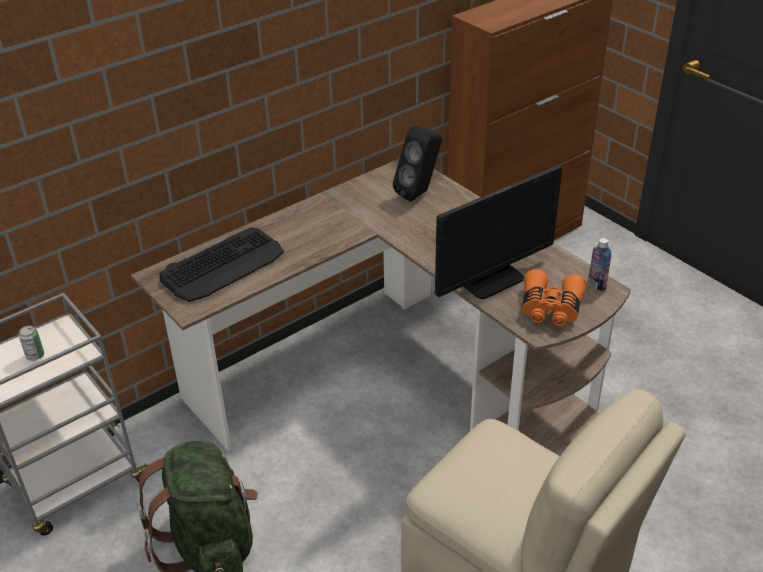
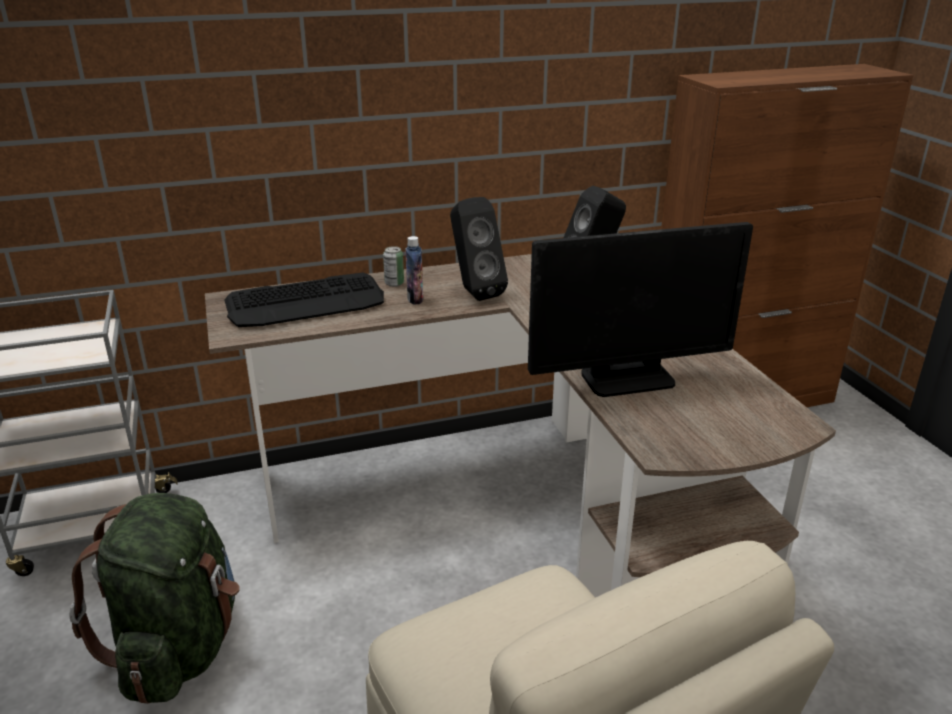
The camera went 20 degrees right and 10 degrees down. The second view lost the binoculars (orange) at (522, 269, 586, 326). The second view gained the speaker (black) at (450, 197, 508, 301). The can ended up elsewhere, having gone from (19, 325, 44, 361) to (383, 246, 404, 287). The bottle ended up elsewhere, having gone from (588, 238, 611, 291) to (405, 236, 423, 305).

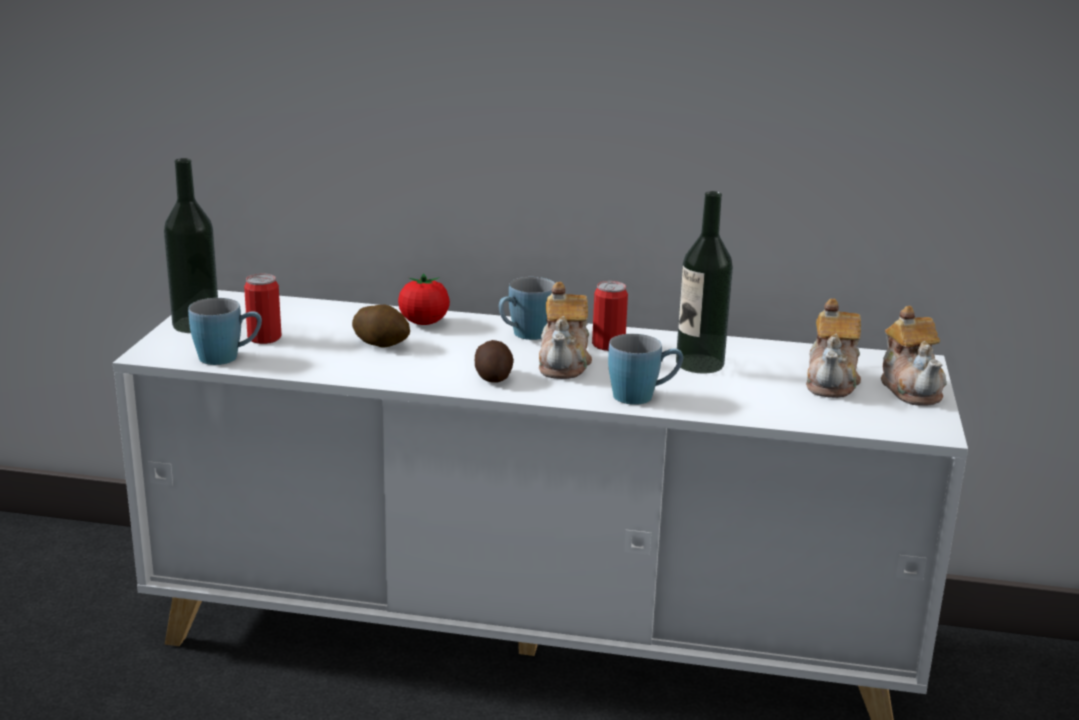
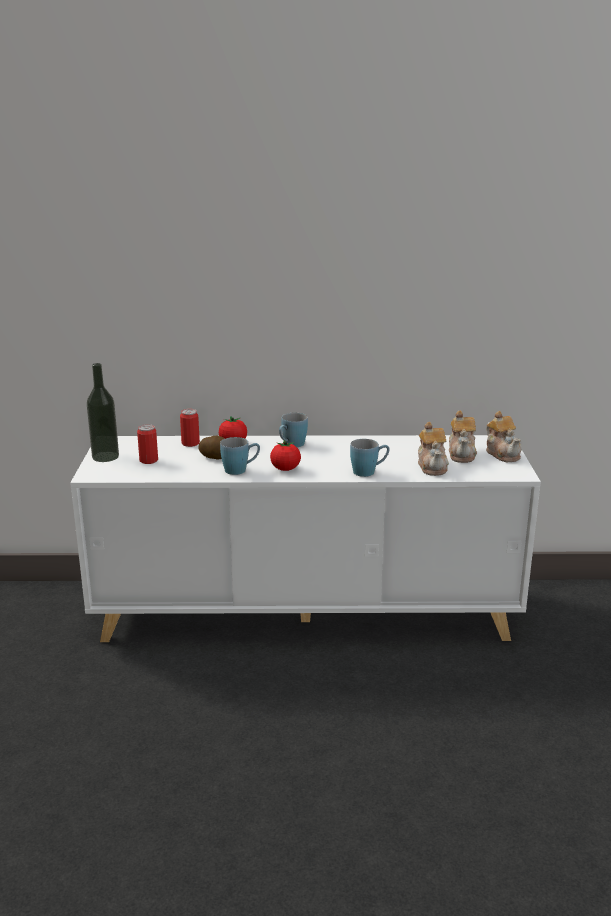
The camera went 10 degrees left and 0 degrees up. The second view lost the bottle at (676, 191, 733, 374). The mug (blue) ended up elsewhere, having gone from (188, 298, 262, 365) to (220, 437, 260, 475). The teapot ended up elsewhere, having gone from (539, 282, 592, 379) to (418, 422, 449, 476). The can ended up elsewhere, having gone from (592, 281, 628, 351) to (180, 409, 200, 447). Where the potato stood at (475, 340, 514, 383), the tomato came to stand at (270, 440, 301, 471).

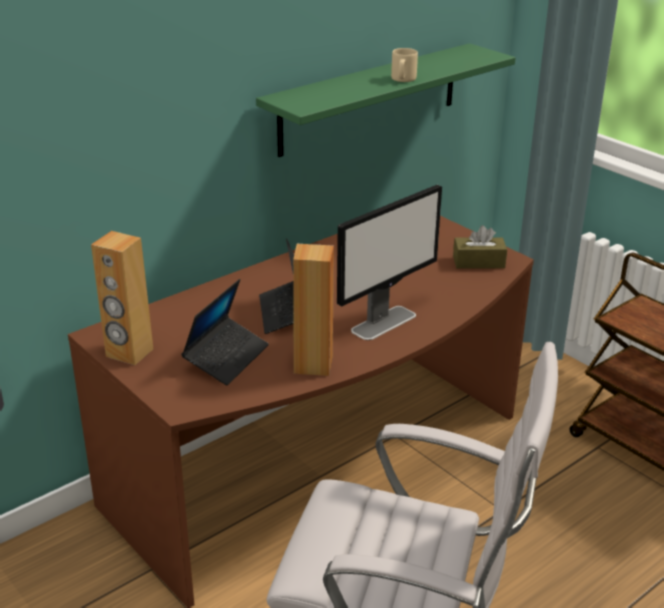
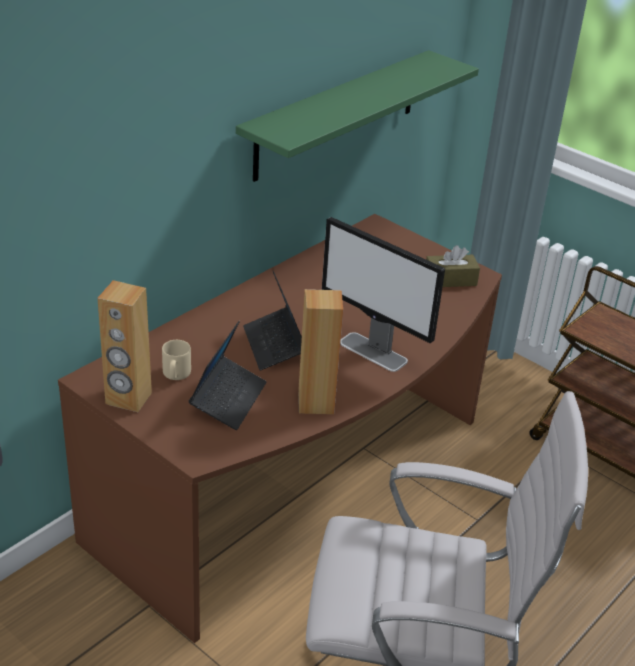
The camera went 10 degrees left and 5 degrees up. The mug (beige) ended up elsewhere, having gone from (391, 48, 418, 82) to (162, 340, 191, 380). The monitor at (337, 185, 442, 340) ended up facing another way, 90 degrees clockwise from before.

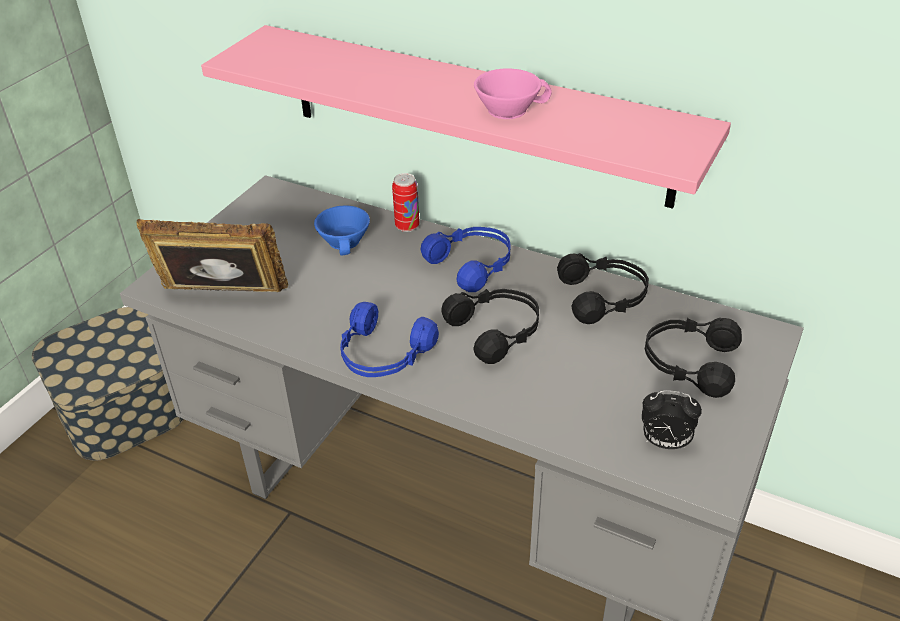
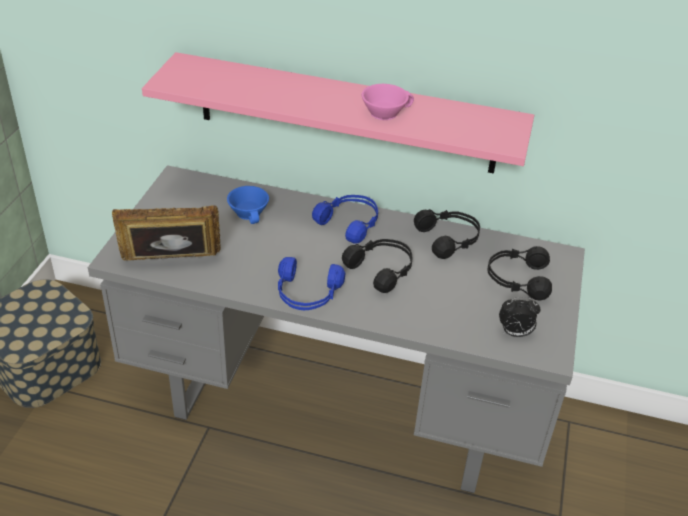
The camera went 15 degrees left and 0 degrees up. The second view lost the can at (392, 173, 419, 232).

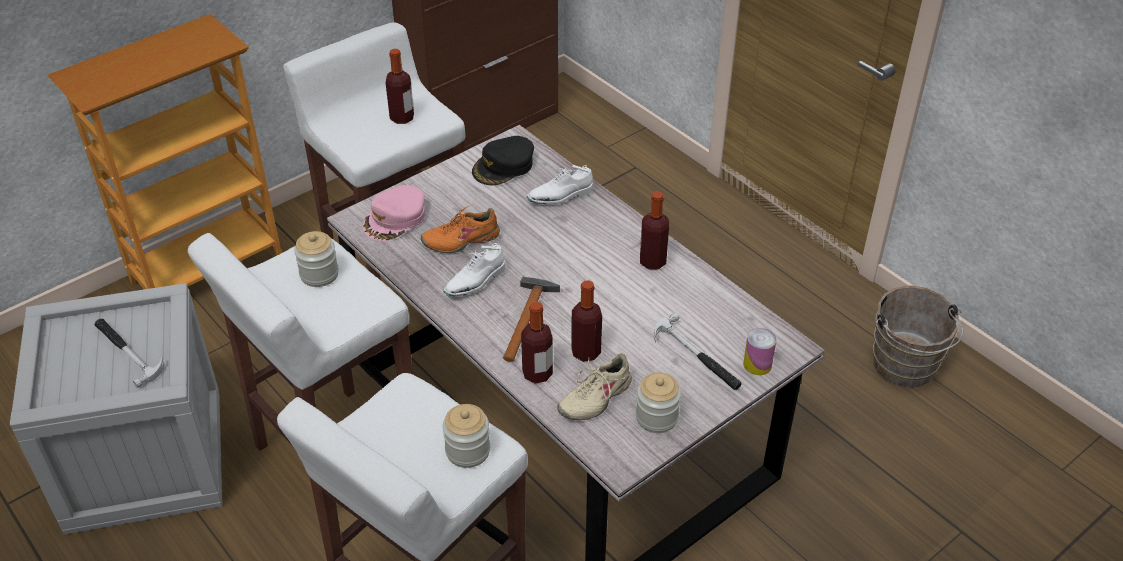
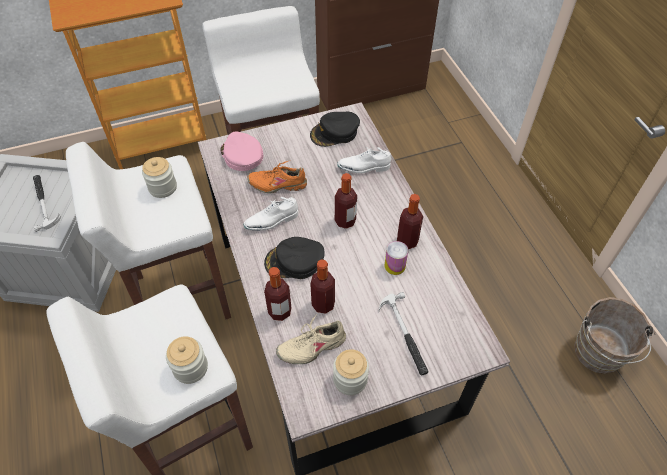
The camera went 20 degrees right and 10 degrees up. The bottle ended up elsewhere, having gone from (386, 49, 414, 124) to (335, 173, 357, 229). The can ended up elsewhere, having gone from (743, 328, 777, 375) to (385, 241, 408, 275). Where the hammer stood at (503, 277, 560, 362), the cap (black) came to stand at (264, 237, 325, 279). The cap (pink) at (362, 185, 425, 241) ended up facing another way, 90 degrees clockwise from before.

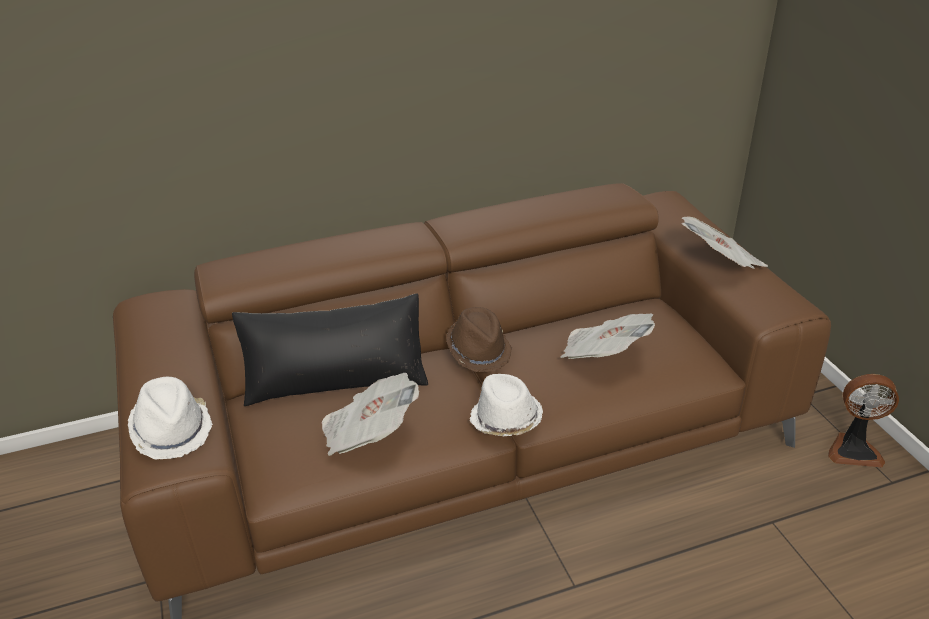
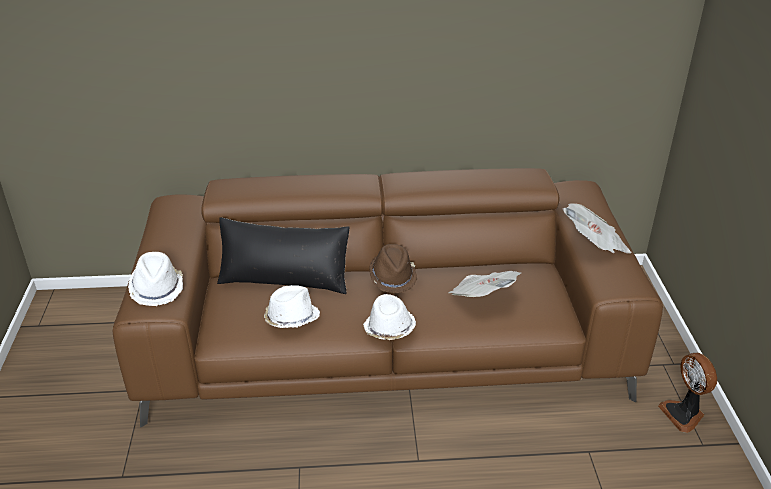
The camera went 15 degrees right and 0 degrees up. Where the newspaper stood at (322, 373, 419, 456), the hat (white) came to stand at (264, 285, 320, 328). The fan at (828, 374, 899, 467) ended up facing another way, 45 degrees clockwise from before.

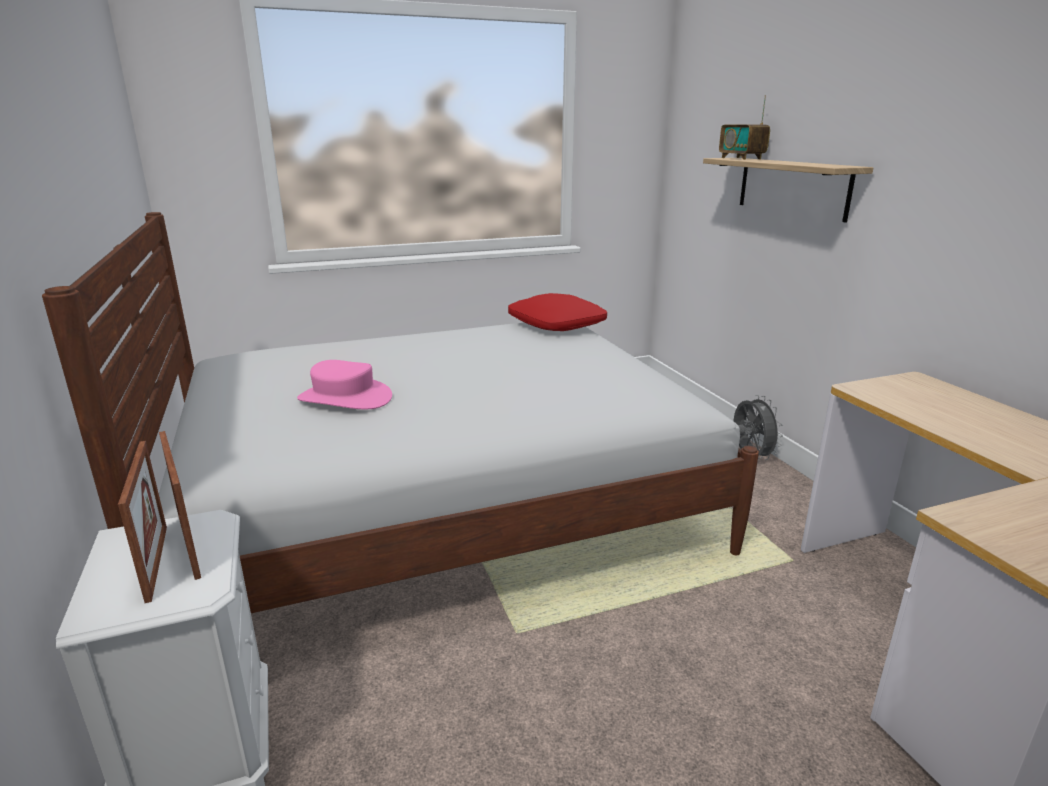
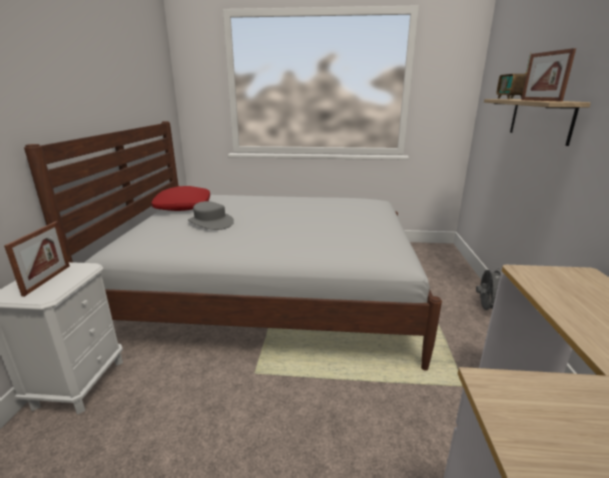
The camera went 25 degrees right and 0 degrees up. The picture frame ended up elsewhere, having gone from (159, 431, 201, 580) to (521, 48, 576, 101). The pillow (red) ended up elsewhere, having gone from (508, 293, 607, 331) to (152, 186, 210, 211). What was the hat (pink) at (297, 360, 392, 409) turned into the hat (grey) at (188, 201, 234, 230).

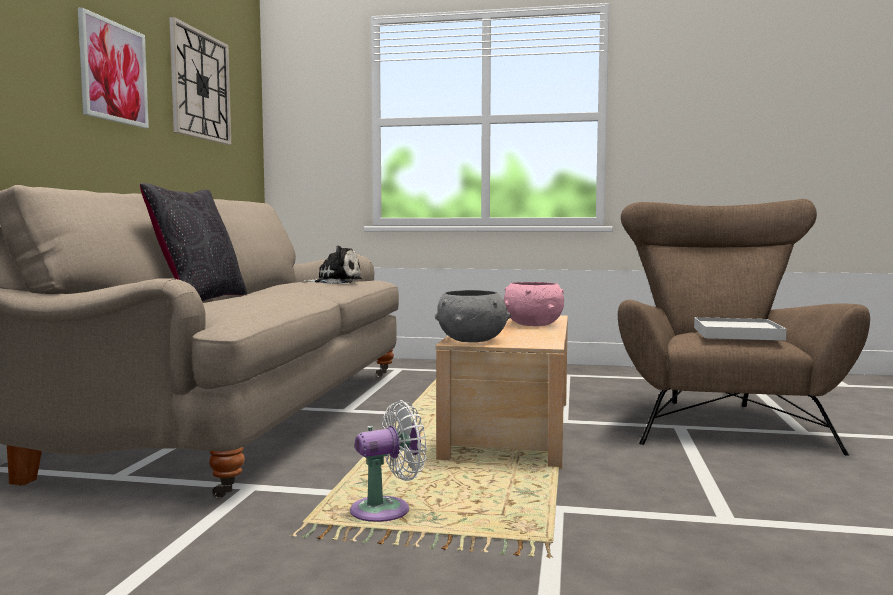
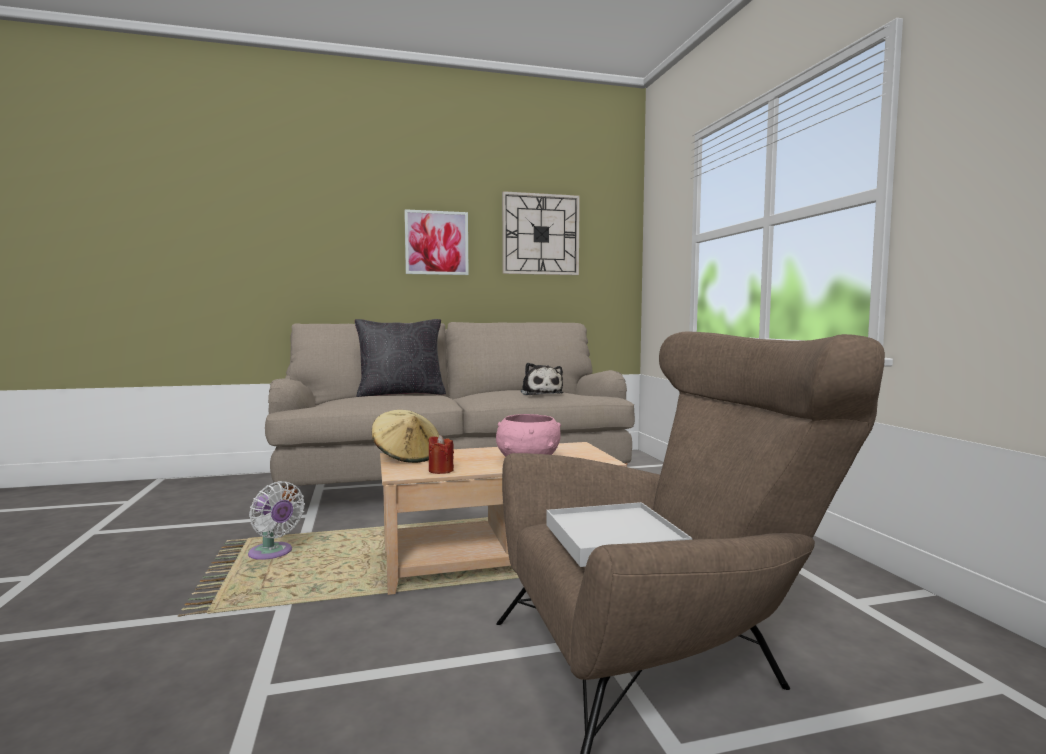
The camera went 65 degrees right and 0 degrees up. The second view gained the candle (red) at (428, 435, 454, 474). Where the bowl (grey) stood at (435, 290, 511, 342), the hat (beige) came to stand at (372, 410, 439, 463).

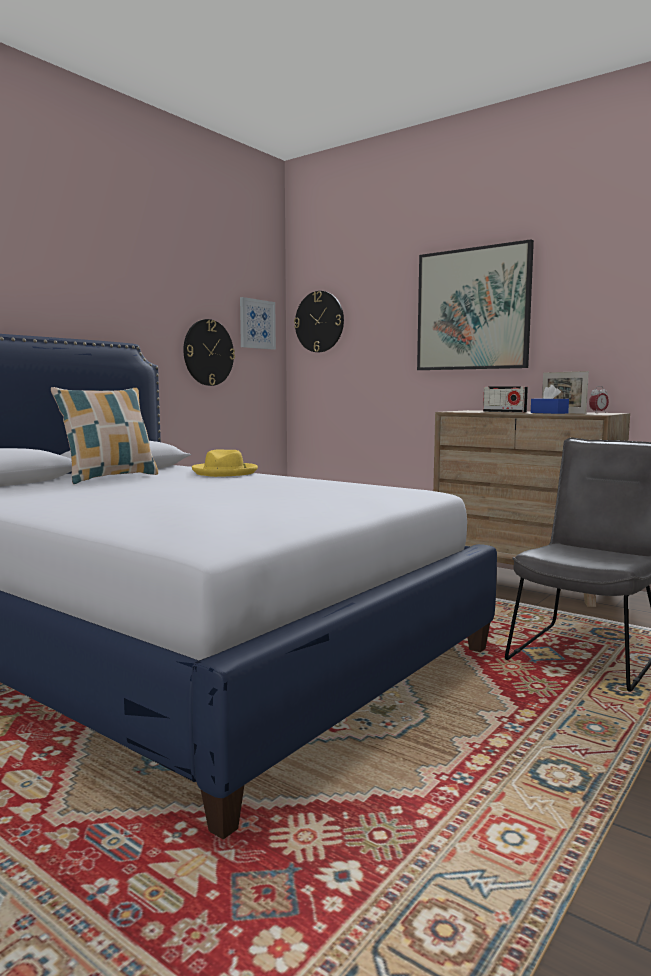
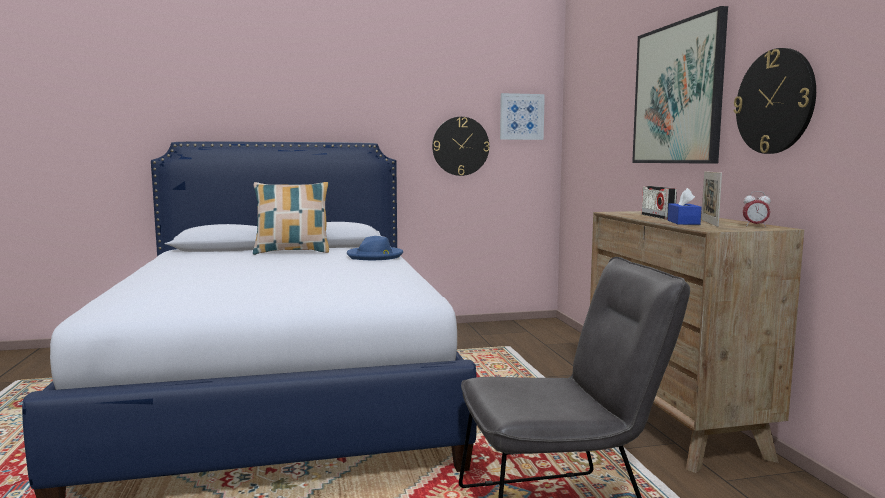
The camera went 40 degrees right and 0 degrees up. The wall clock ended up elsewhere, having gone from (294, 291, 344, 352) to (734, 48, 816, 154). What was the hat (yellow) at (192, 449, 258, 477) turned into the hat (blue) at (347, 236, 403, 260).

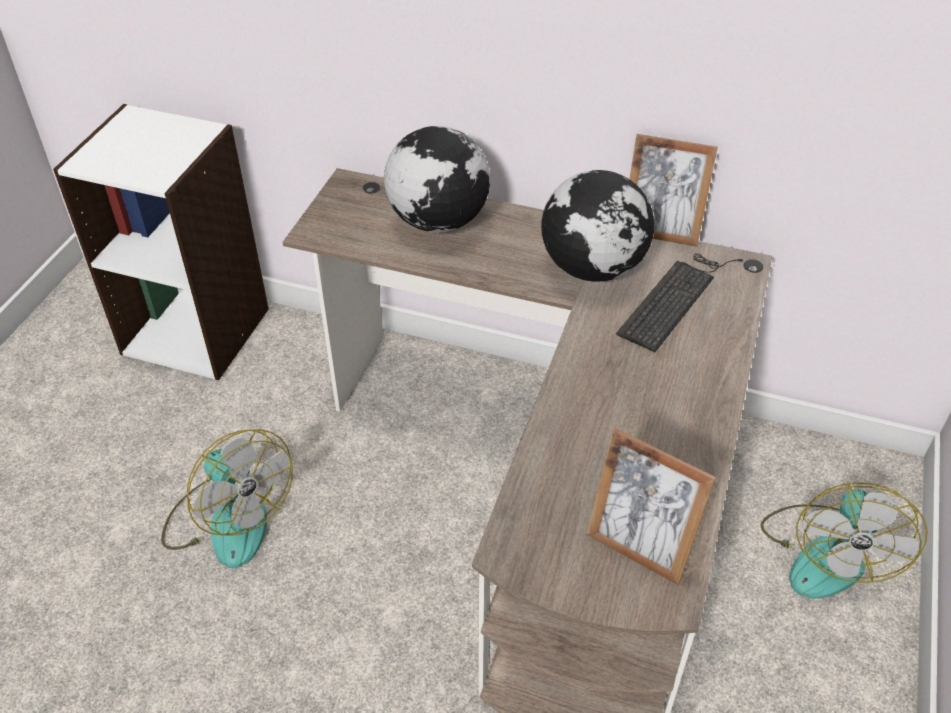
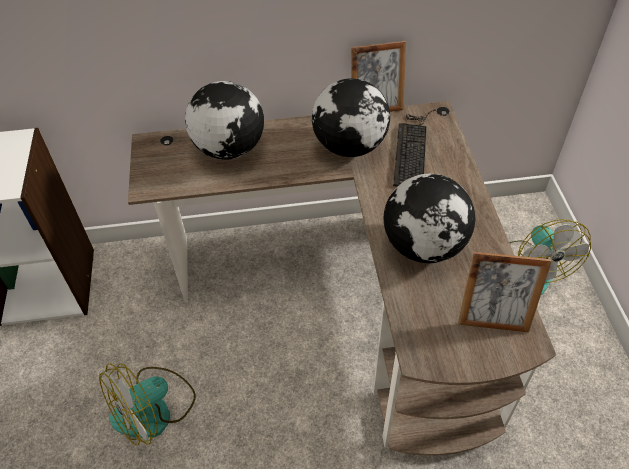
The camera went 25 degrees left and 5 degrees up. The second view gained the globe at (384, 174, 475, 263). The fan at (161, 429, 293, 568) ended up facing another way, 120 degrees clockwise from before.

